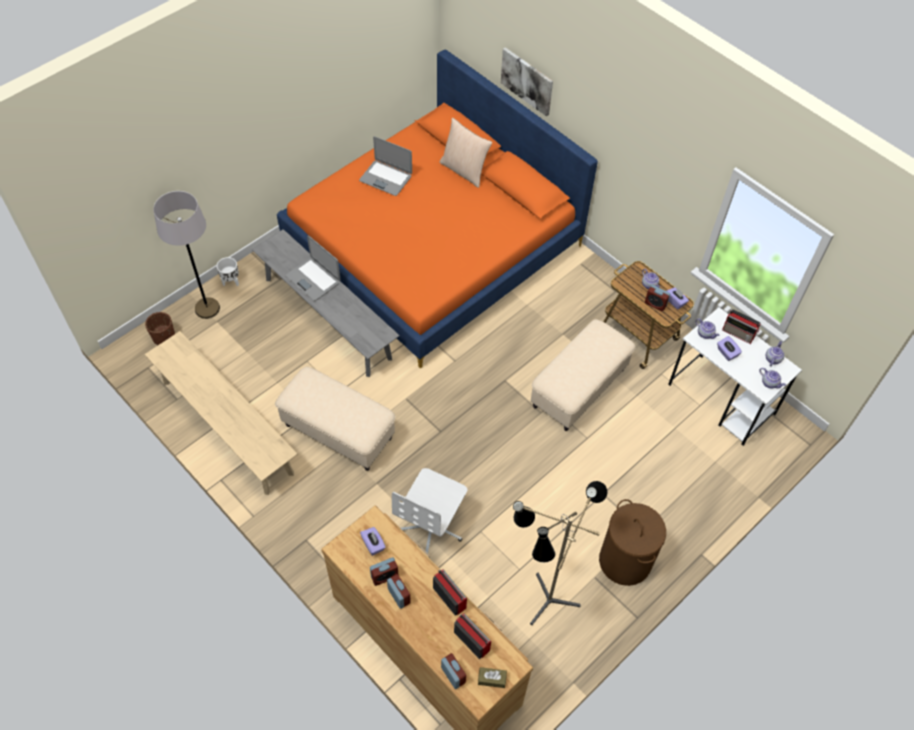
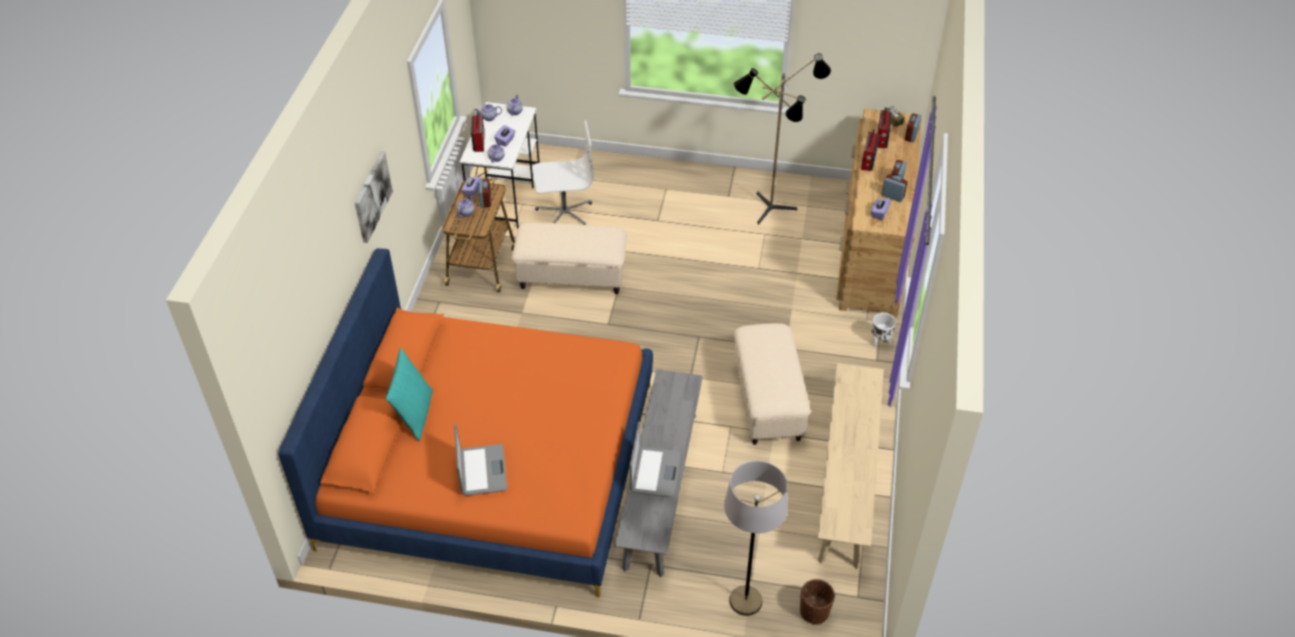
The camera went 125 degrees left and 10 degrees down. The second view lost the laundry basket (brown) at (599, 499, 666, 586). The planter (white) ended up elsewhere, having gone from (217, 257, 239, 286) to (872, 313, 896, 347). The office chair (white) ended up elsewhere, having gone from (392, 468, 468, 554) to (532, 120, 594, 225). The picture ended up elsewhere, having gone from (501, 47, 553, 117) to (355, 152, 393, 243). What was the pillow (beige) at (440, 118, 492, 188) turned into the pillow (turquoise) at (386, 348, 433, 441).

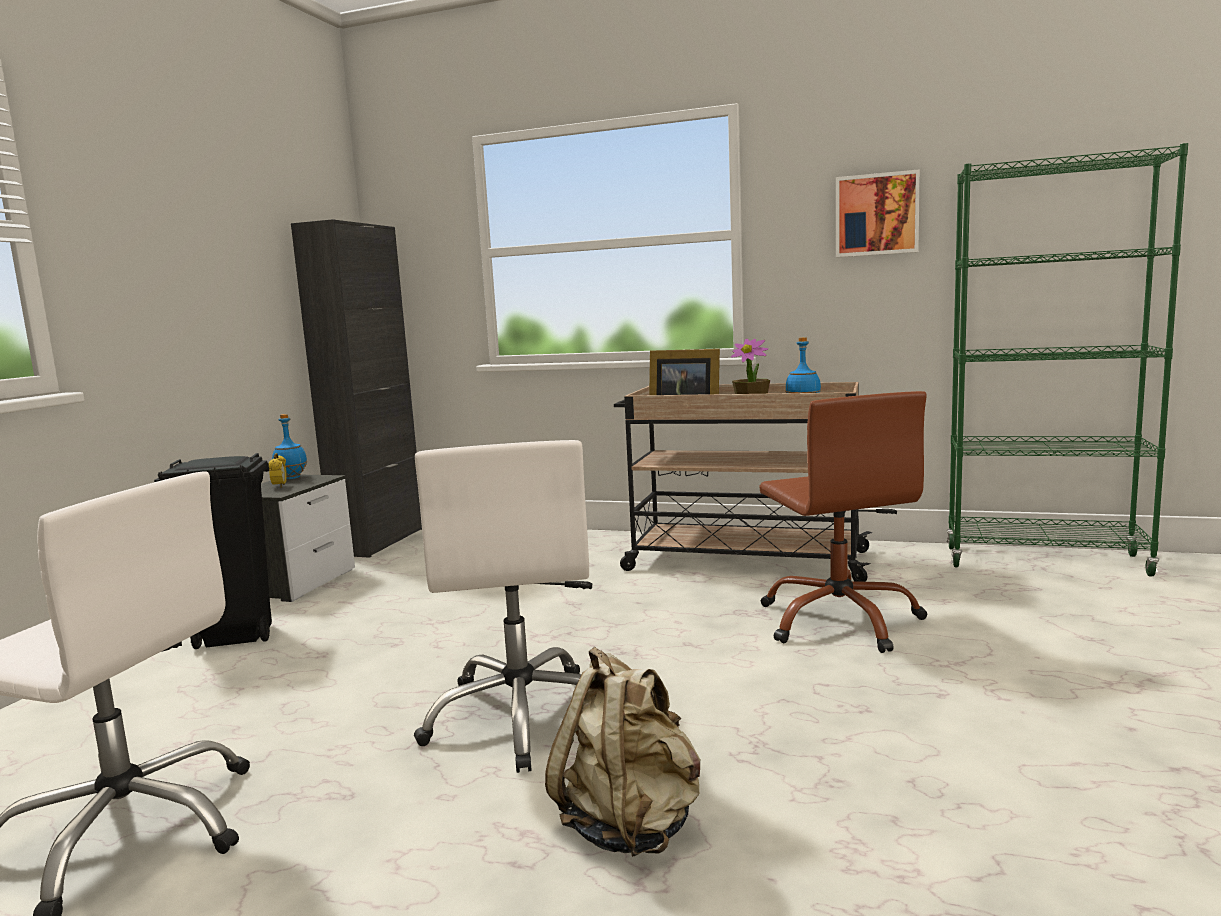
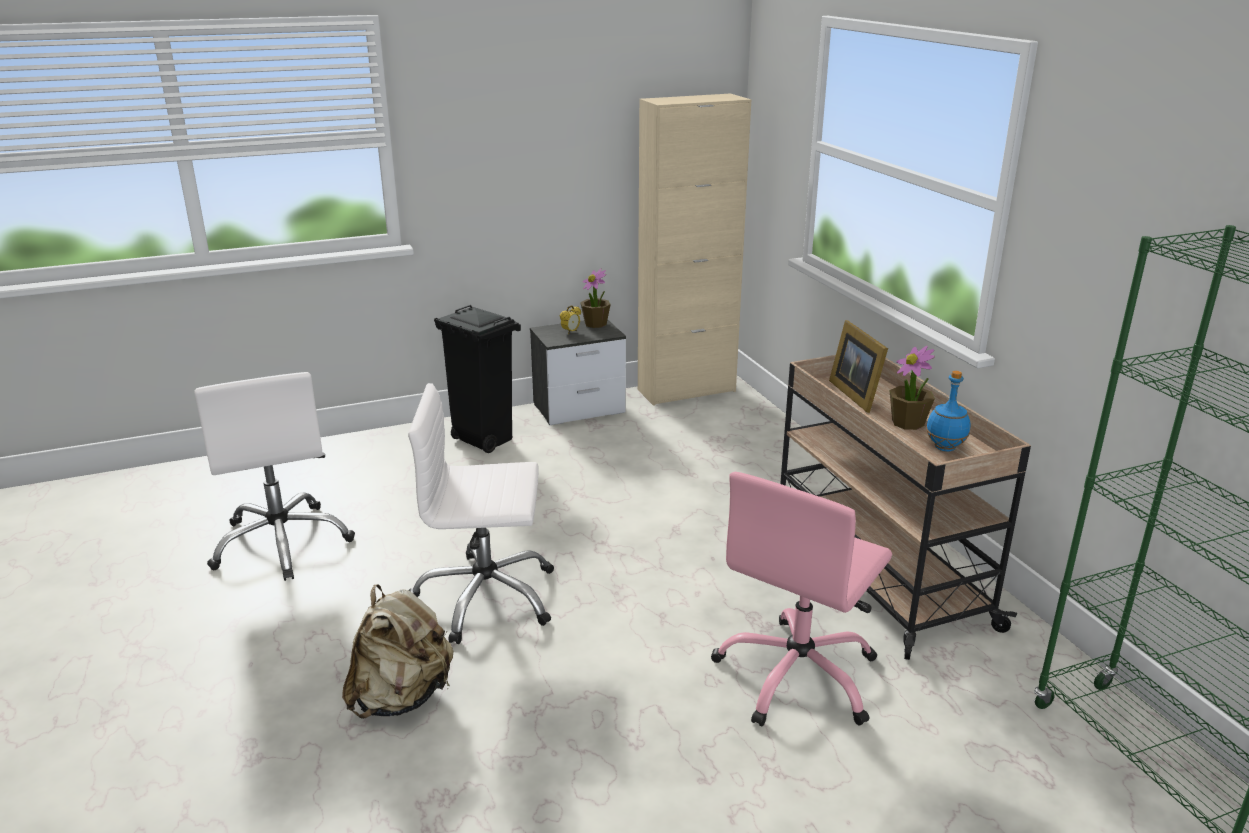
The camera went 50 degrees right and 15 degrees up. The second view lost the picture at (836, 169, 920, 257). Where the bottle (blue) stood at (272, 414, 307, 479), the potted plant came to stand at (580, 268, 611, 328). What was the cabinet (black) at (291, 219, 422, 558) turned into the cabinet (beige) at (638, 93, 751, 406). What was the office chair (brown) at (759, 391, 927, 653) turned into the office chair (pink) at (711, 472, 892, 727). The office chair (white) at (414, 440, 592, 773) ended up facing another way, 45 degrees clockwise from before.

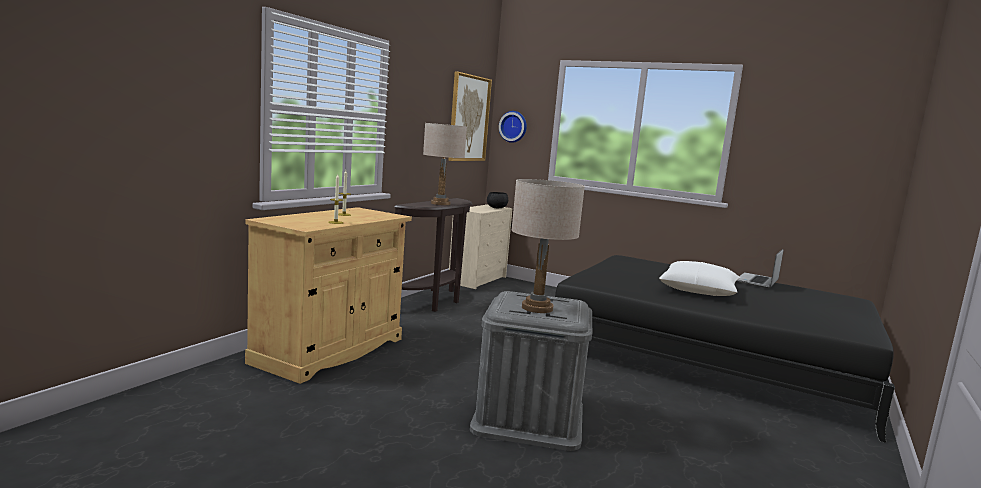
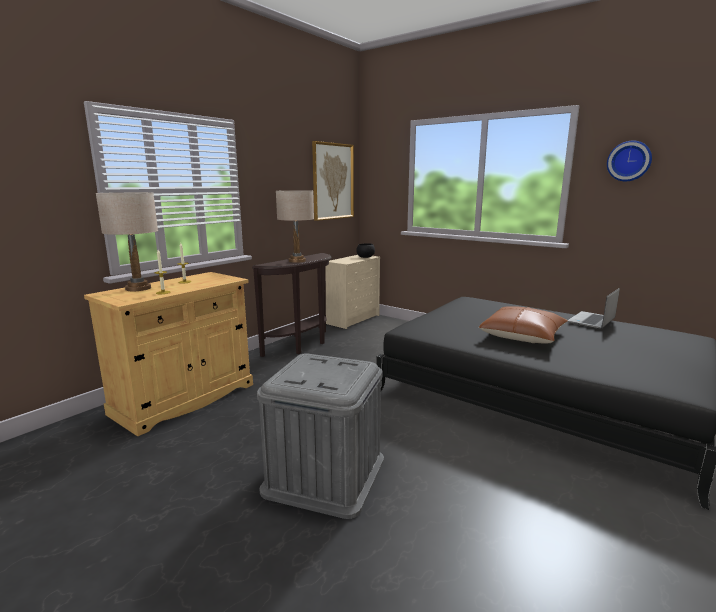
The camera went 10 degrees right and 5 degrees up. The wall clock ended up elsewhere, having gone from (499, 111, 527, 143) to (607, 140, 652, 181). The table lamp (beige) ended up elsewhere, having gone from (511, 179, 585, 313) to (96, 192, 158, 291). What was the pillow (white) at (659, 261, 740, 296) turned into the pillow (brown) at (479, 306, 568, 344).

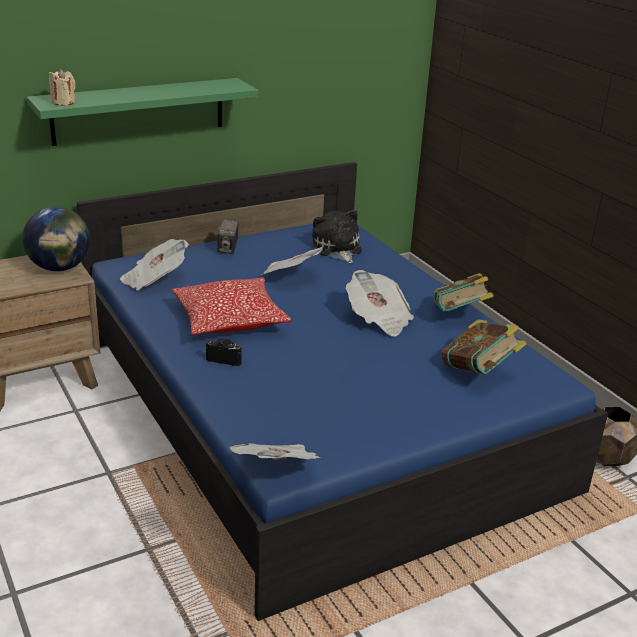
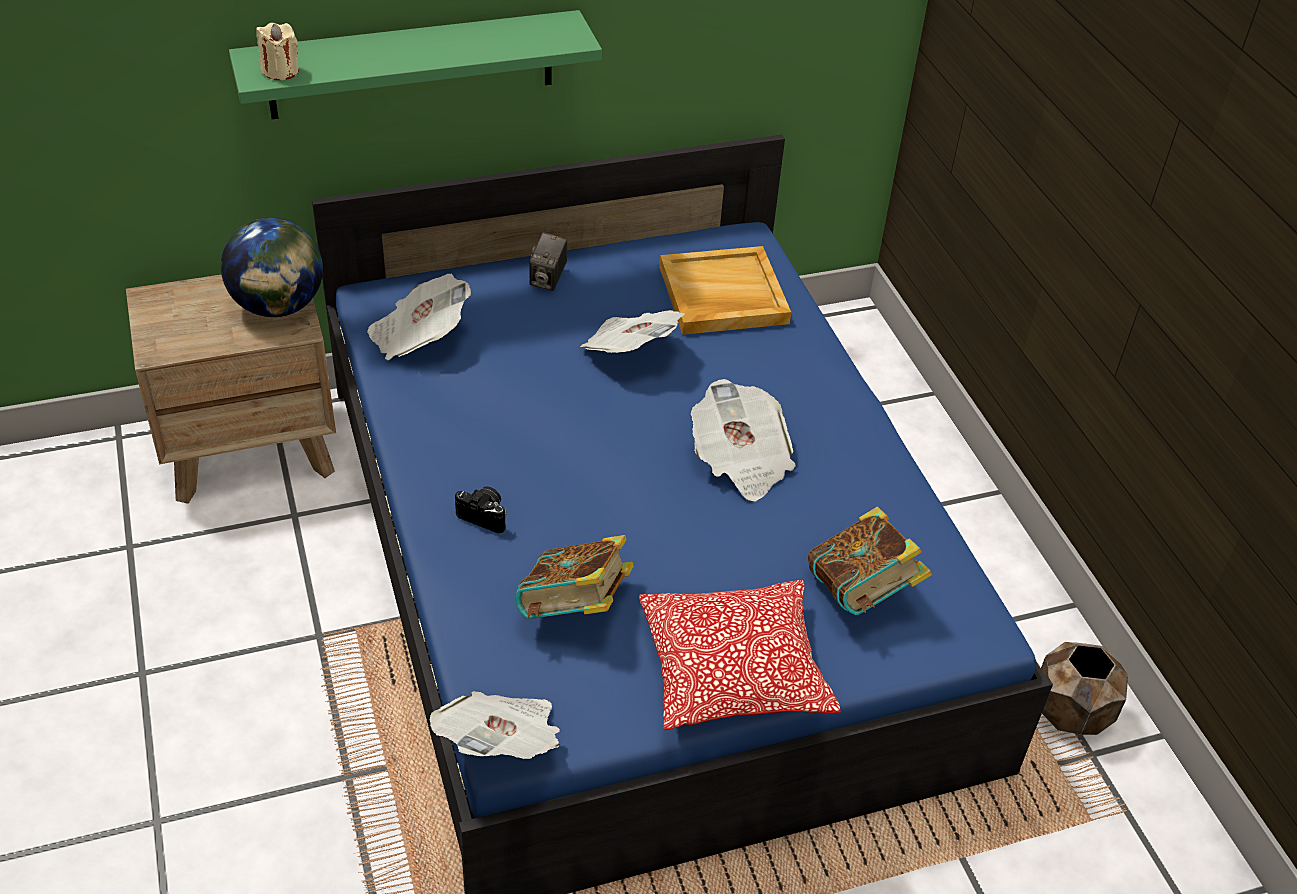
The camera went 10 degrees right and 15 degrees up. The pillow ended up elsewhere, having gone from (172, 277, 291, 335) to (639, 580, 841, 730). The book ended up elsewhere, having gone from (433, 273, 494, 312) to (515, 535, 634, 619). Where the plush toy stood at (312, 209, 362, 263), the tray (beige) came to stand at (659, 246, 791, 335).

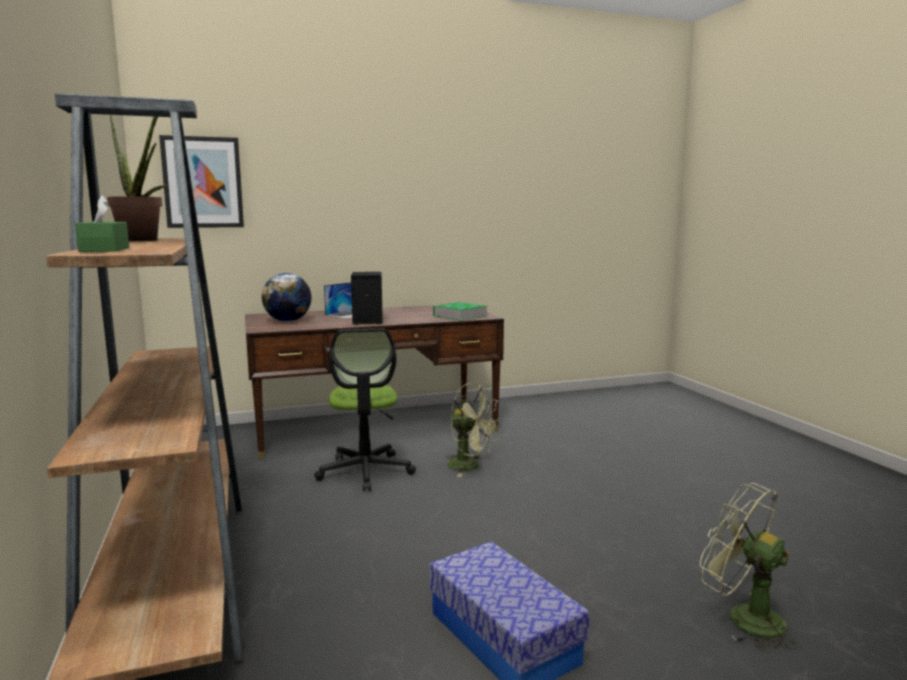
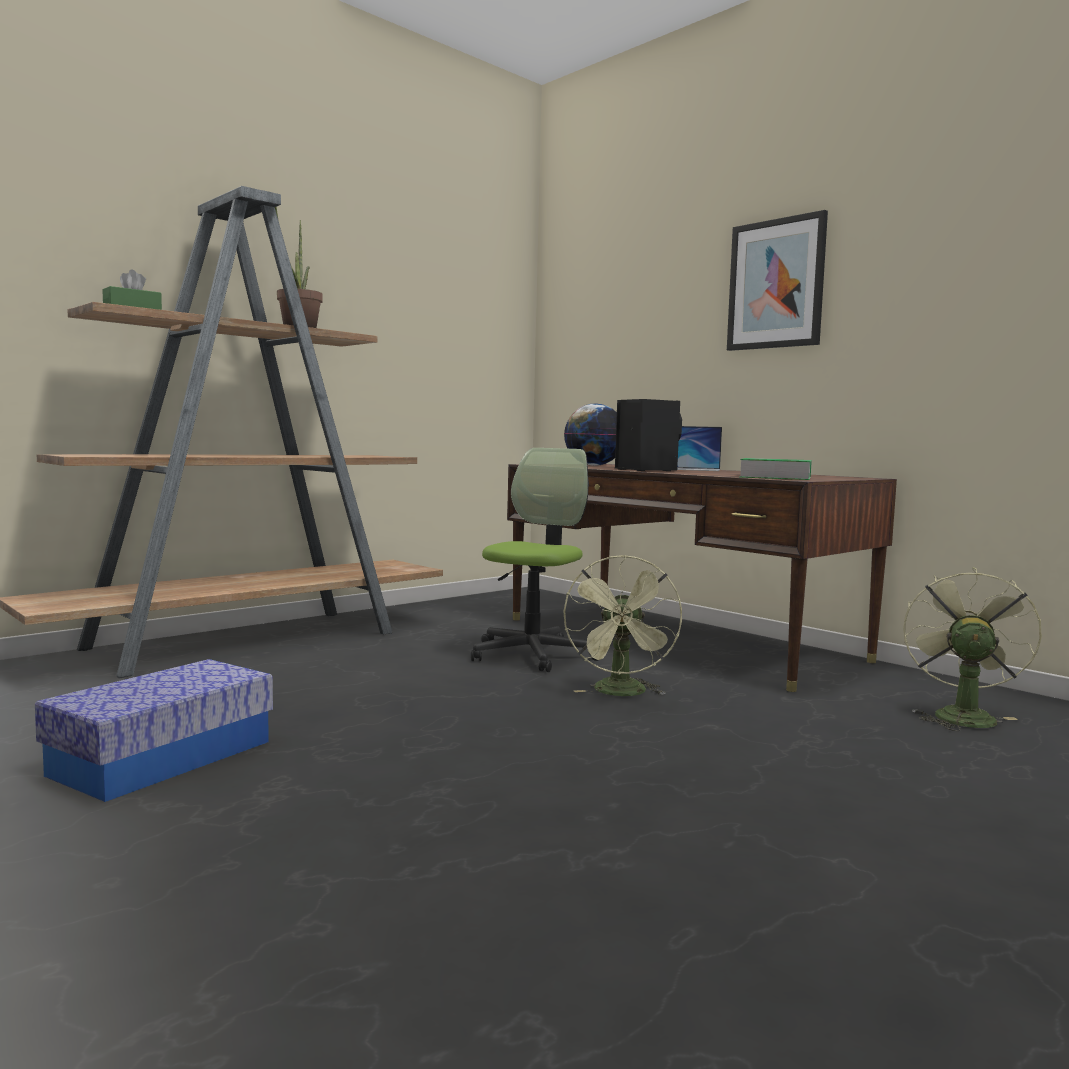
The camera went 65 degrees right and 5 degrees down. The picture ended up elsewhere, having gone from (159, 135, 244, 228) to (727, 210, 828, 351). The fan (green) ended up elsewhere, having gone from (700, 483, 798, 649) to (903, 567, 1042, 731). The office chair at (314, 329, 416, 491) ended up facing another way, 150 degrees clockwise from before.

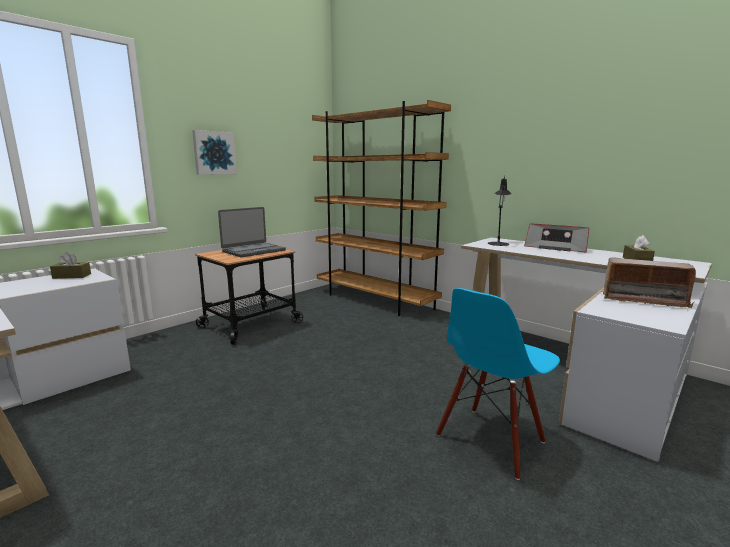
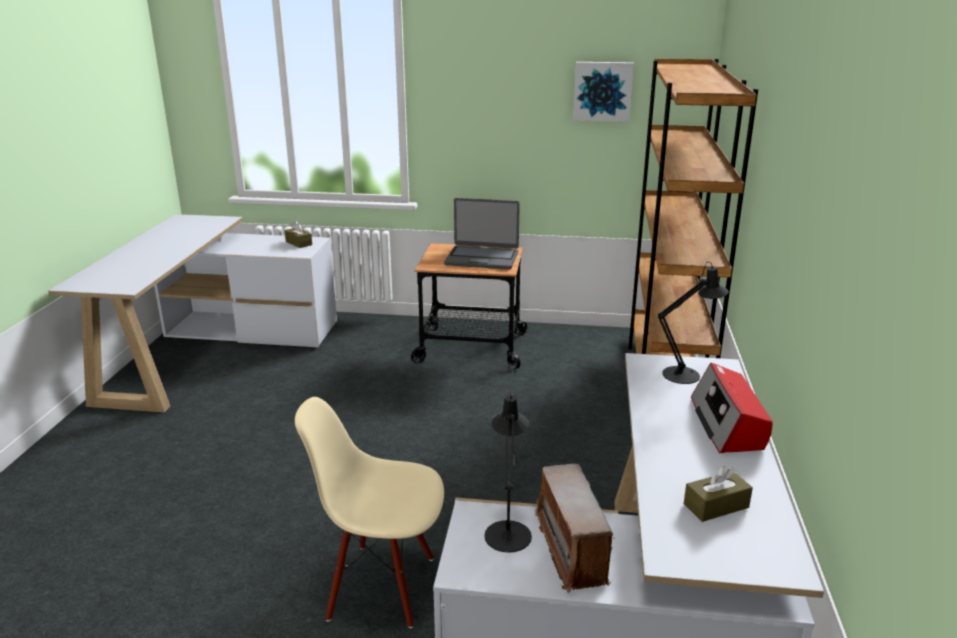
The camera went 55 degrees right and 10 degrees up. The second view gained the table lamp (black) at (484, 392, 532, 553). The picture ended up elsewhere, having gone from (192, 130, 237, 175) to (573, 62, 634, 122). What was the chair (blue) at (436, 288, 560, 480) turned into the chair (beige) at (295, 397, 444, 628).

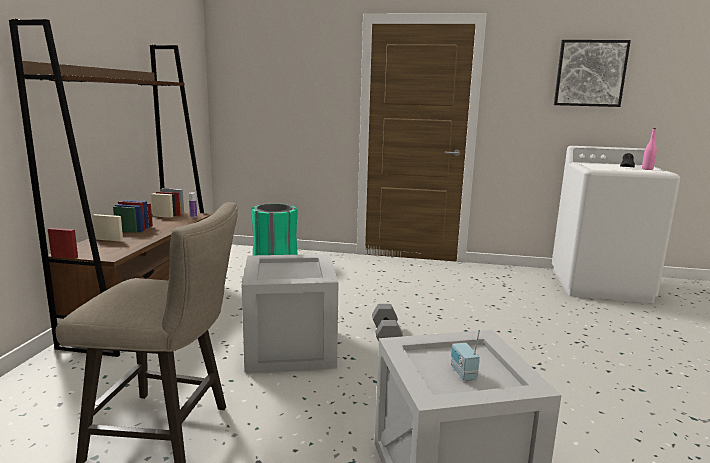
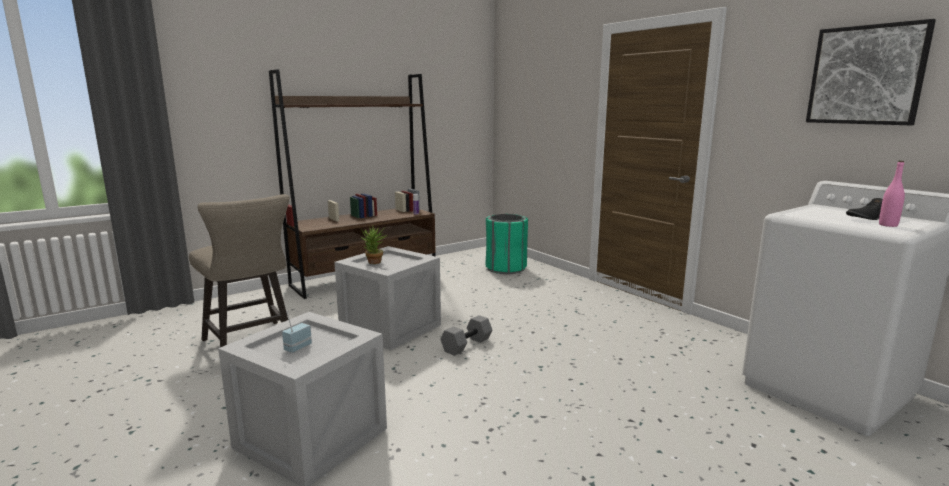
The camera went 45 degrees right and 0 degrees up. The second view gained the potted plant at (361, 226, 387, 264).

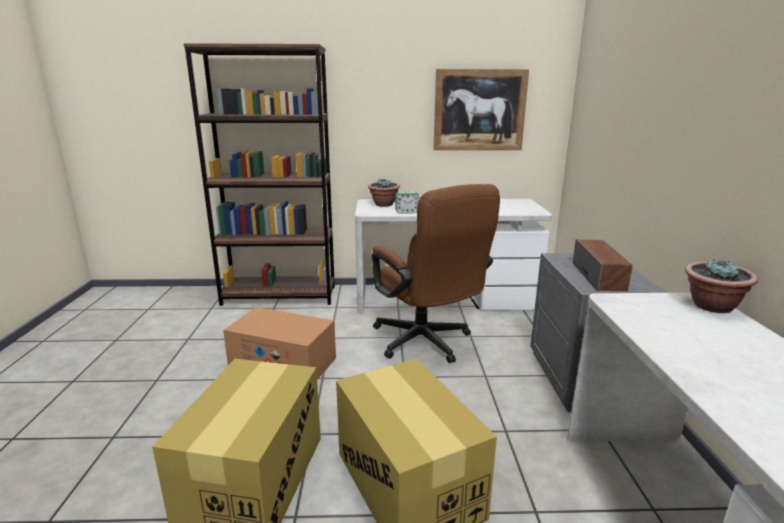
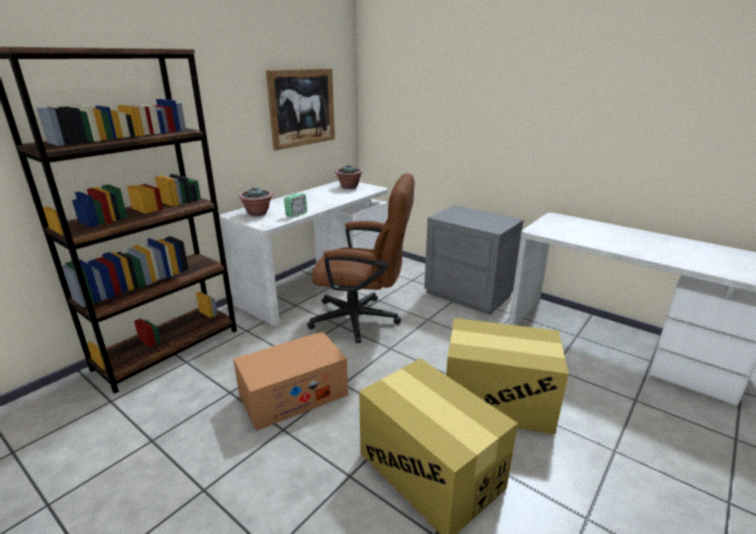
The camera went 50 degrees left and 5 degrees up. The second view lost the speaker at (572, 239, 633, 291). The potted plant ended up elsewhere, having gone from (685, 259, 758, 313) to (335, 165, 363, 189).

